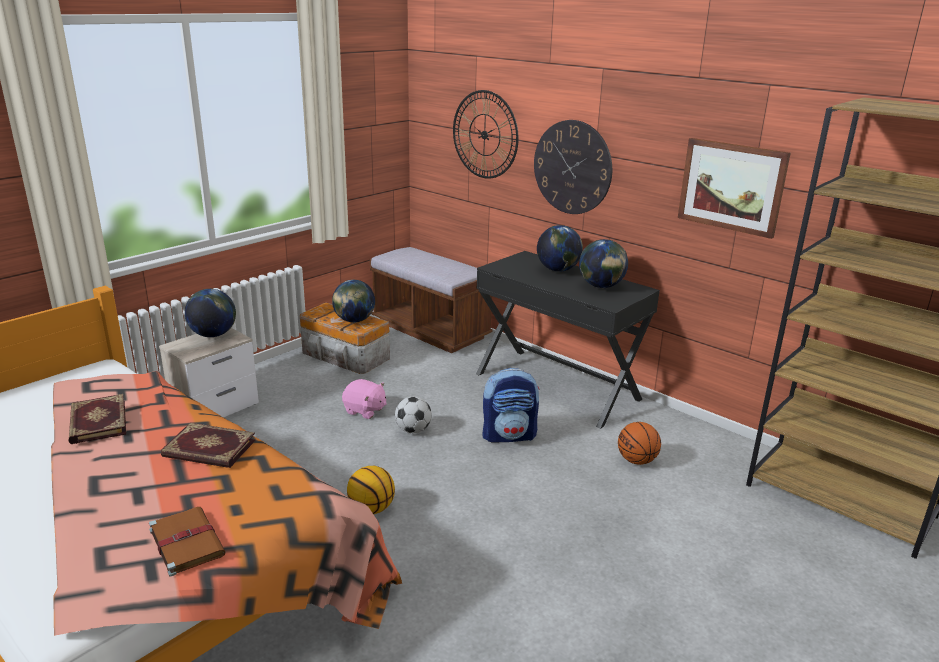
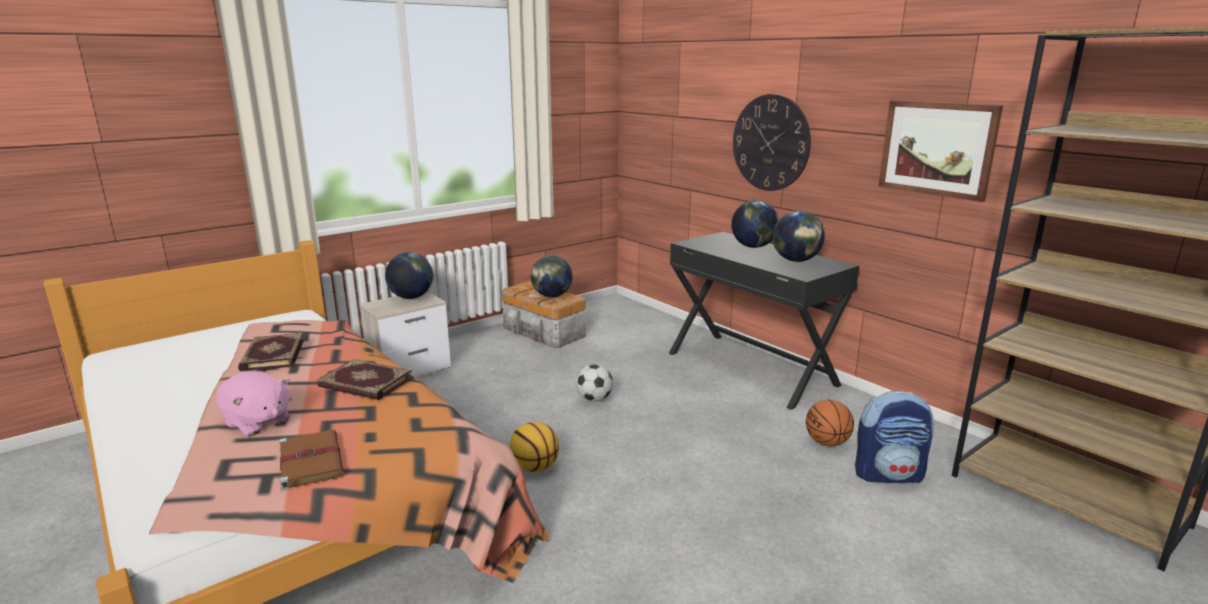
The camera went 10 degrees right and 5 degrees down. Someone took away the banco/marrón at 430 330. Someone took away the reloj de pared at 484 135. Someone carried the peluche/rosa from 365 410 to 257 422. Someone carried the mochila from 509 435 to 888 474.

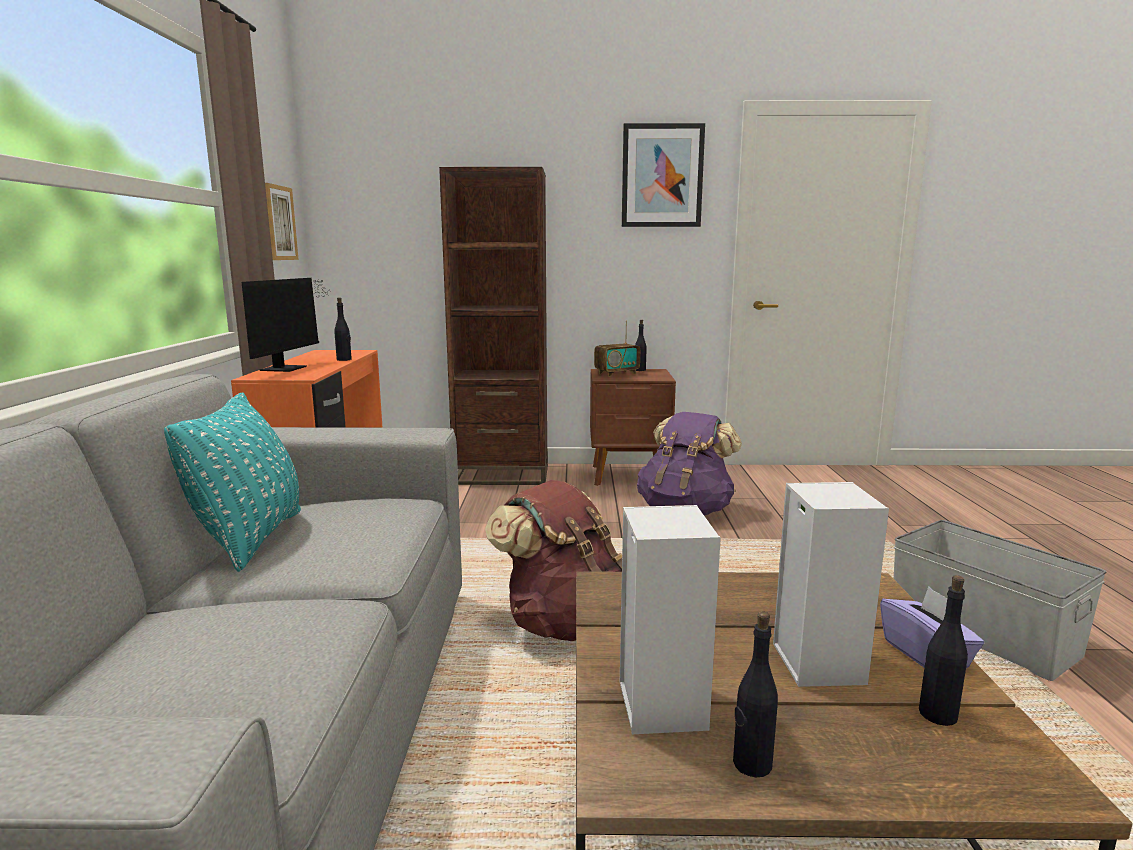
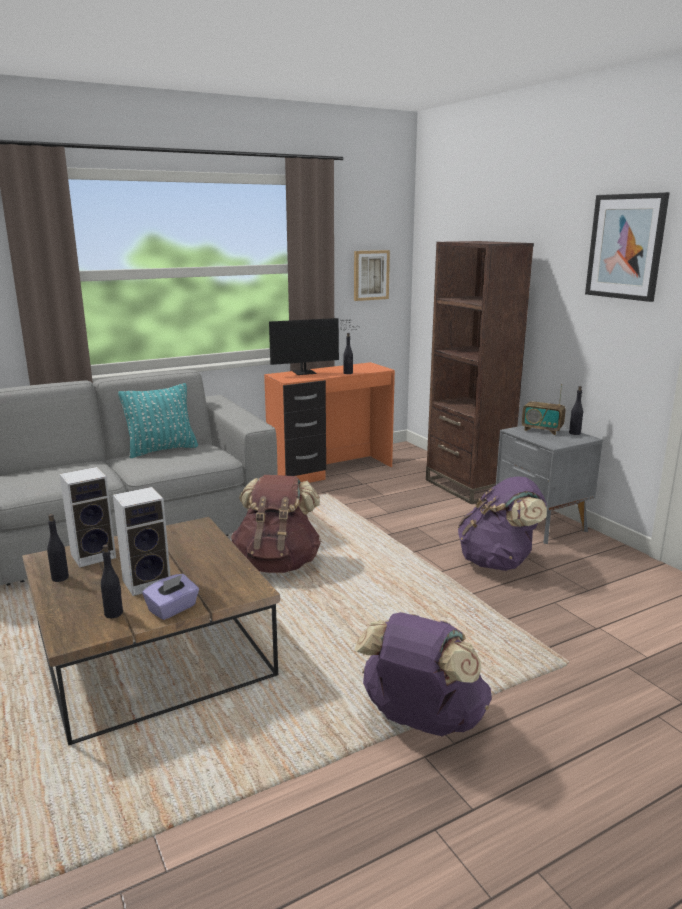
The camera went 60 degrees right and 5 degrees up. Someone swapped the caja de almacenaje/gris at 982 632 for the mochila/morado at 421 721. Someone repainted the mesita de noche/marrón at 630 476, which became the mesita de noche/gris at 542 526.

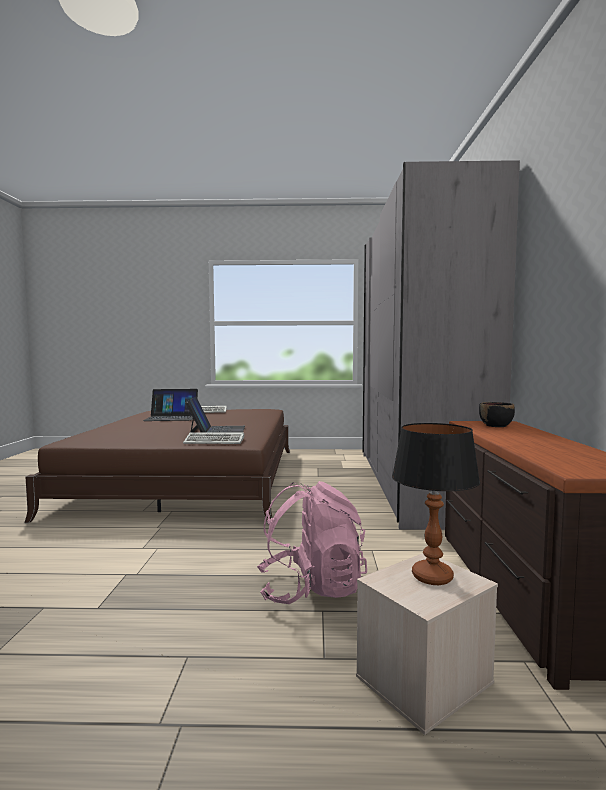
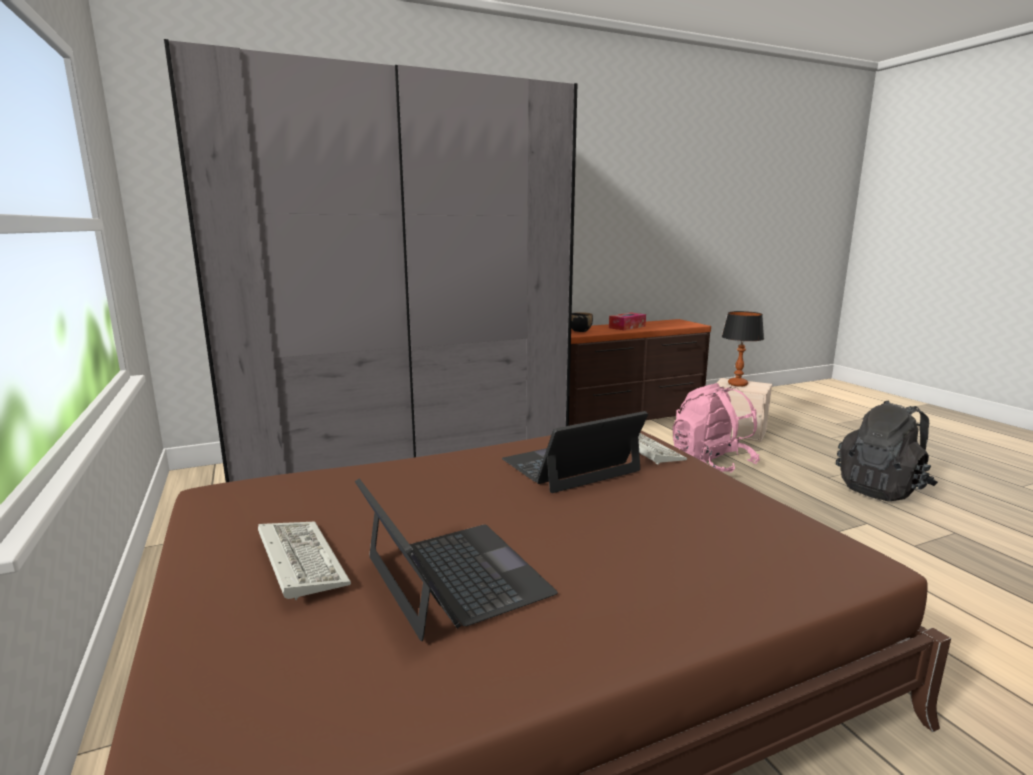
The camera went 115 degrees left and 10 degrees up. Someone put down the caja de pañuelos at 627 327. Someone put down the mochila/negro at 882 489.

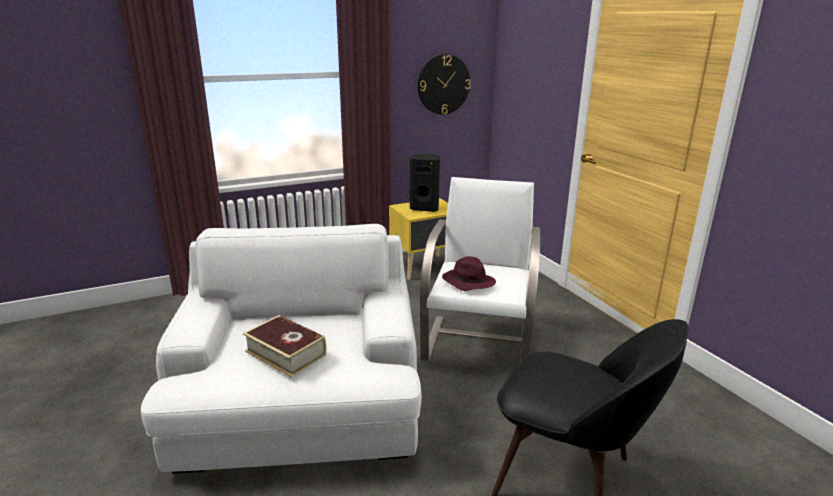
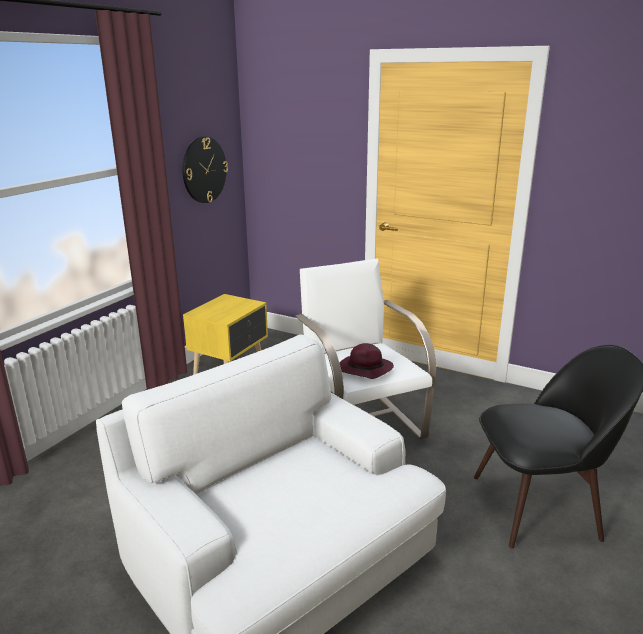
The camera went 35 degrees left and 0 degrees up. Someone took away the libro at 285 353. Someone took away the altavoz/negro at 425 208.

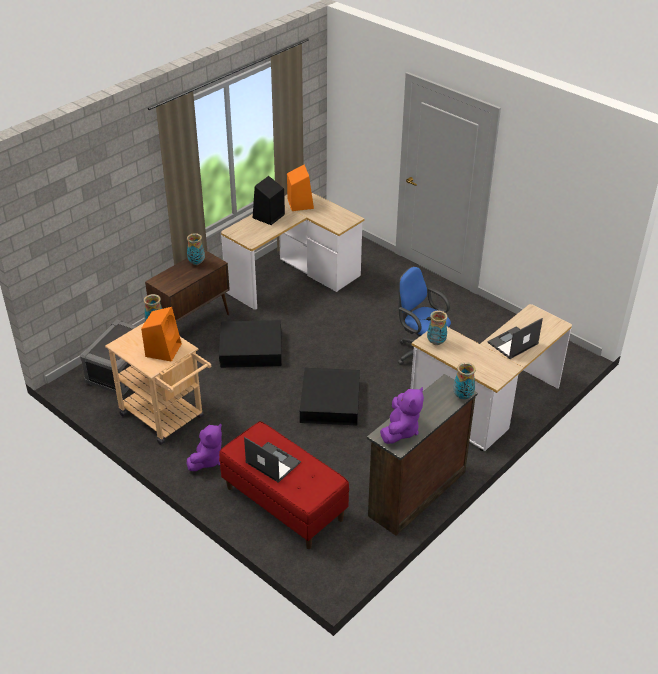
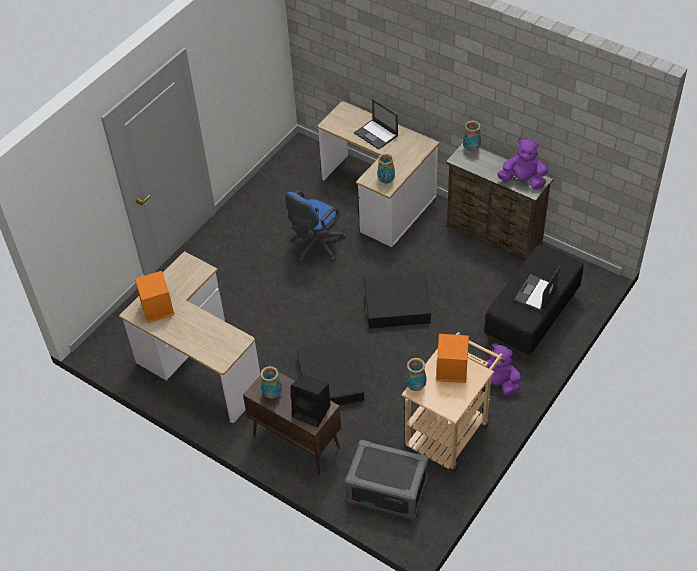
The camera went 95 degrees left and 10 degrees up. Someone carried the altavoz/negro from 268 217 to 312 411. Someone repainted the banco/rojo at 283 504, which became the banco/negro at 531 319.

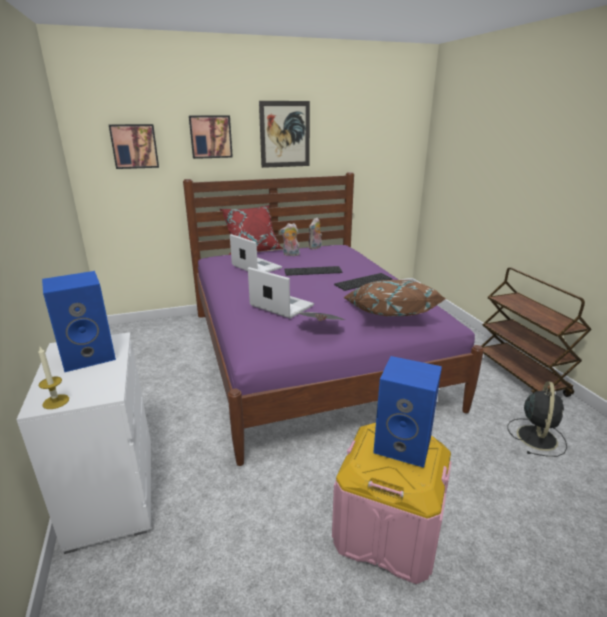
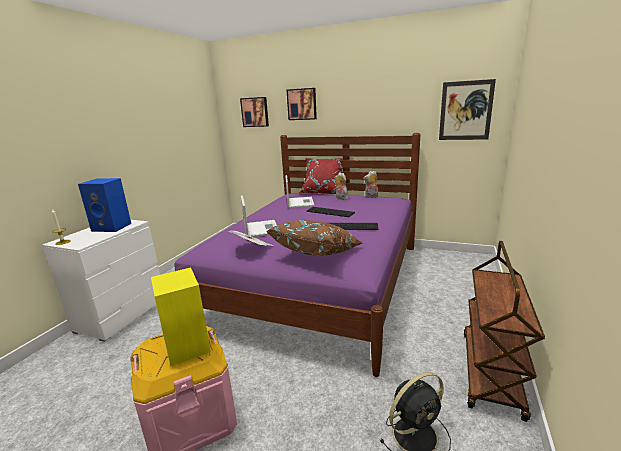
The camera went 40 degrees right and 5 degrees down. Someone carried the cuadro from 285 134 to 465 111. Someone repainted the altavoz/azul at 404 445, which became the altavoz/amarillo at 188 346.

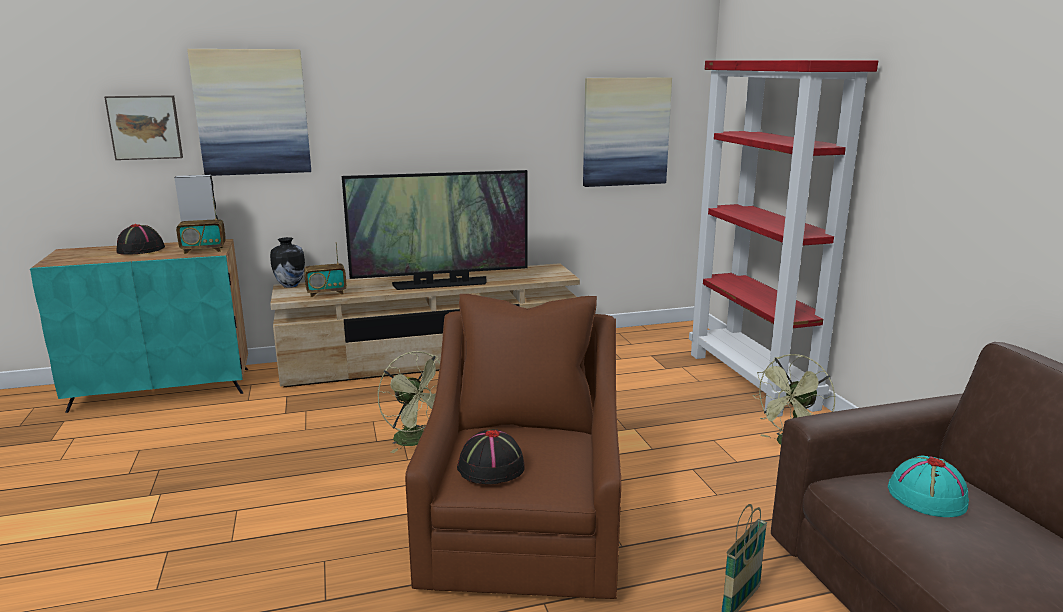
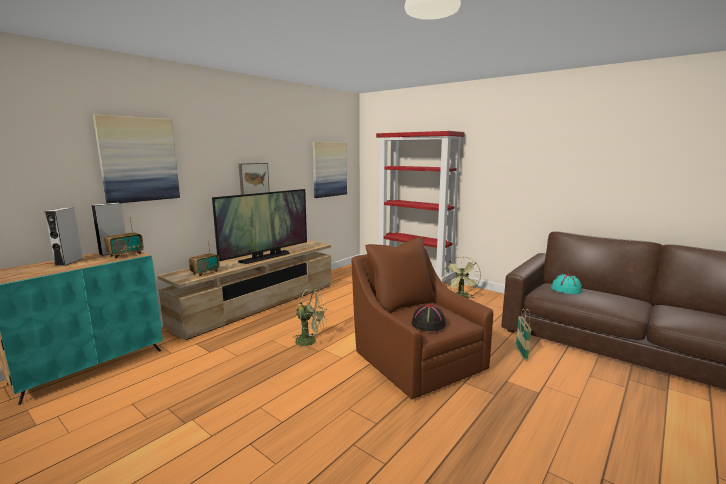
The camera went 35 degrees left and 5 degrees down. Someone took away the florero at 290 285. Someone carried the cuadro from 145 127 to 253 179. Someone swapped the sombrero/negro at 141 249 for the altavoz/gris at 69 262.

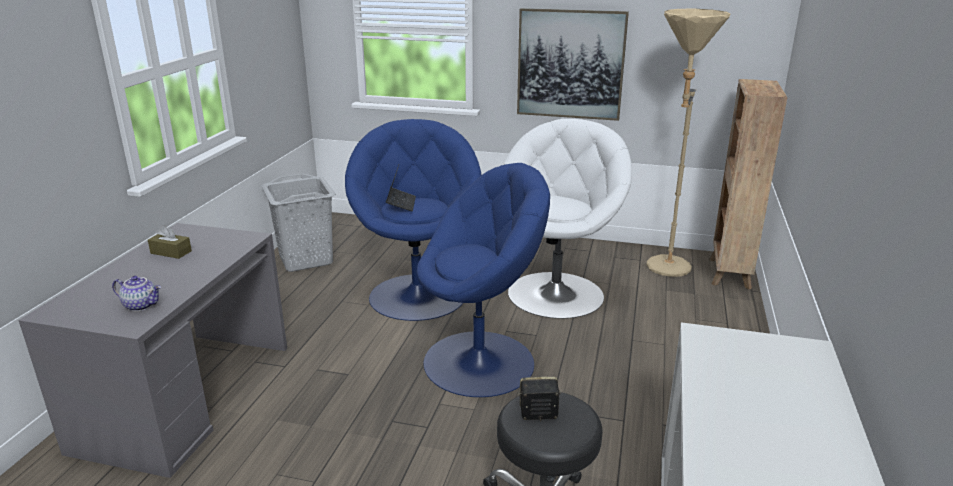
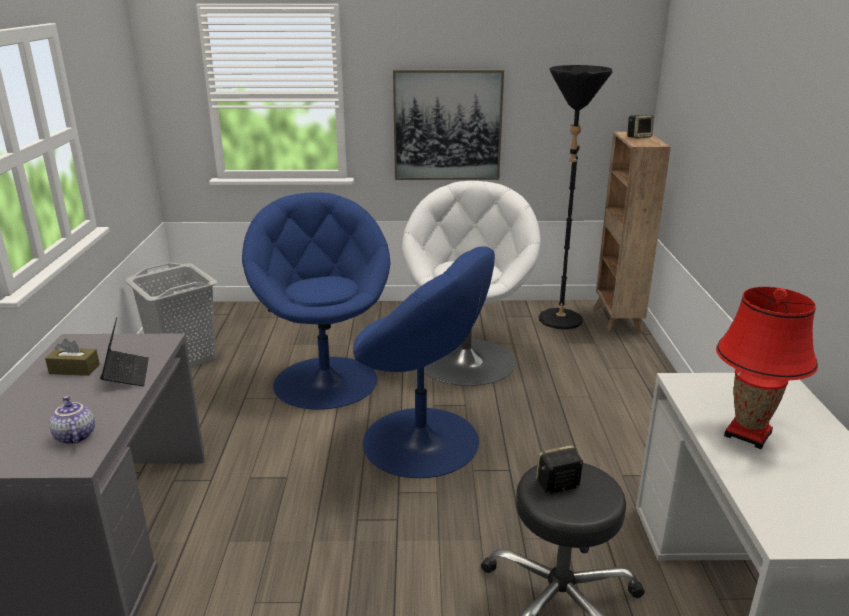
The camera went 15 degrees left and 0 degrees up. Someone put down the altavoz at 639 137. Someone put down the lámpara de mesa/rojo at 748 434. Someone carried the portátil from 401 203 to 126 374. Someone repainted the lámpara de pie/beis at 665 271, which became the lámpara de pie/negro at 558 324. Someone rotated the tetera at 141 305 by 120 degrees counterclockwise. Someone rotated the sillón/azul at 481 362 by 60 degrees clockwise.

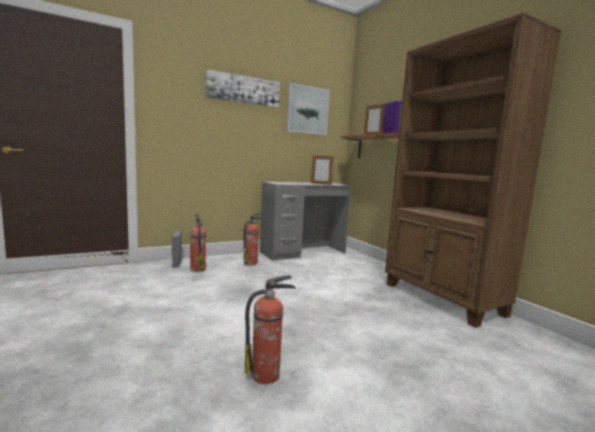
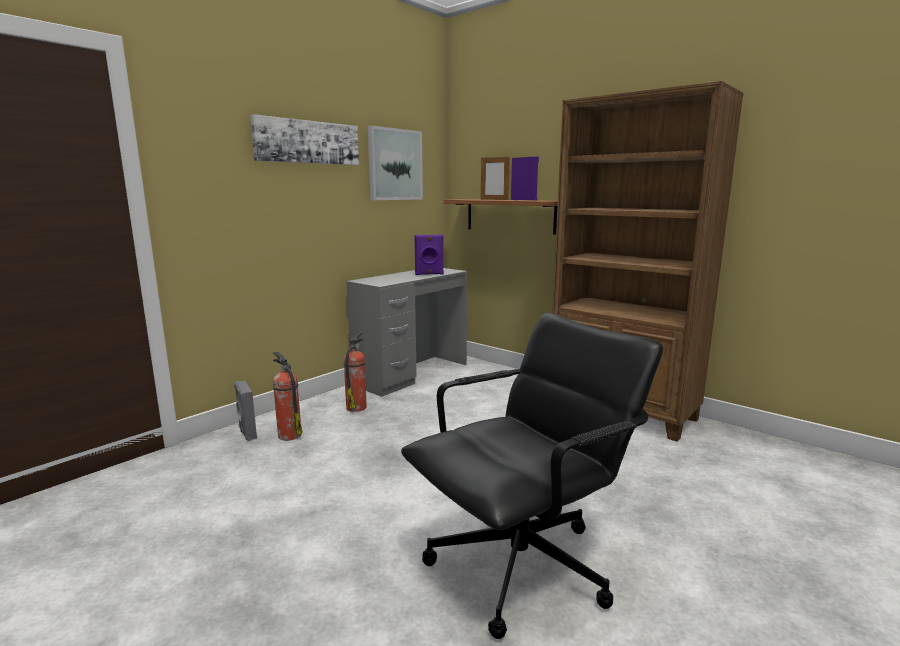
The camera went 20 degrees left and 5 degrees up. Someone swapped the extintor at 267 375 for the silla de oficina/negro at 522 566. Someone swapped the portarretratos at 321 184 for the altavoz/morado at 429 274.

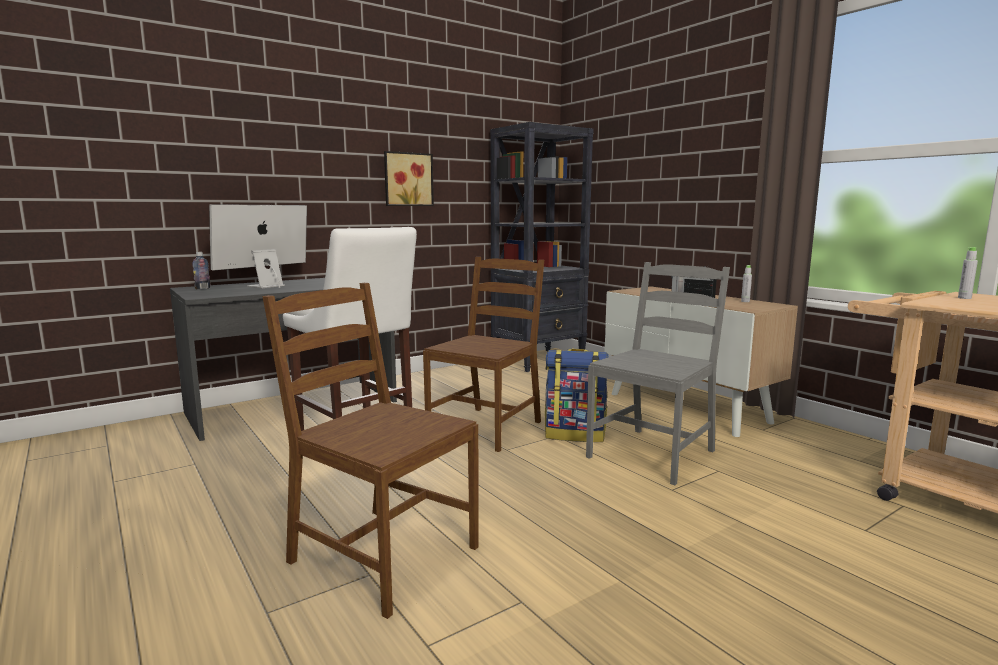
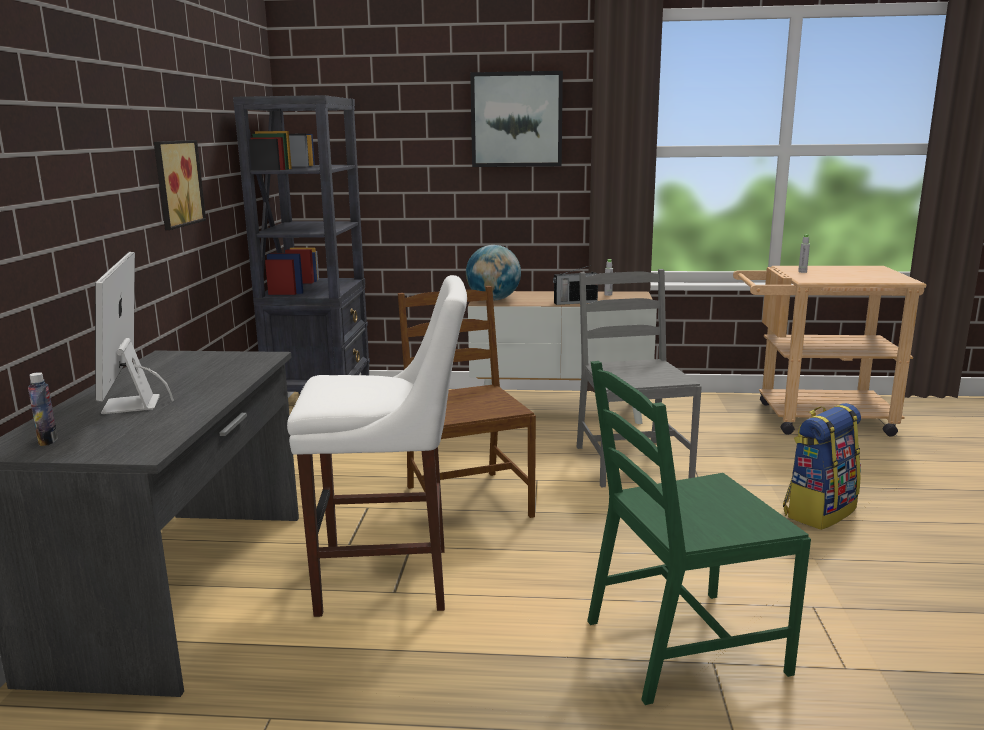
The camera went 50 degrees left and 5 degrees up. Someone put down the globo terráqueo at 493 299. Someone put up the cuadro at 516 119. Someone carried the mochila from 575 434 to 818 511. Someone repainted the silla/marrón at 381 555, which became the silla/verde at 683 646.

